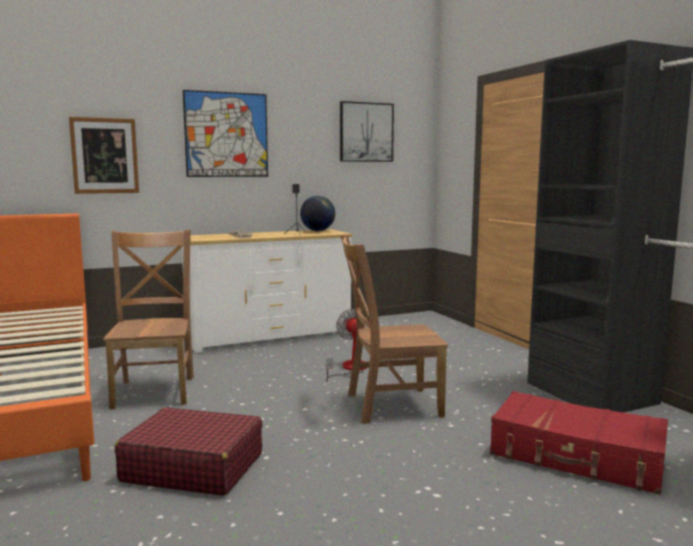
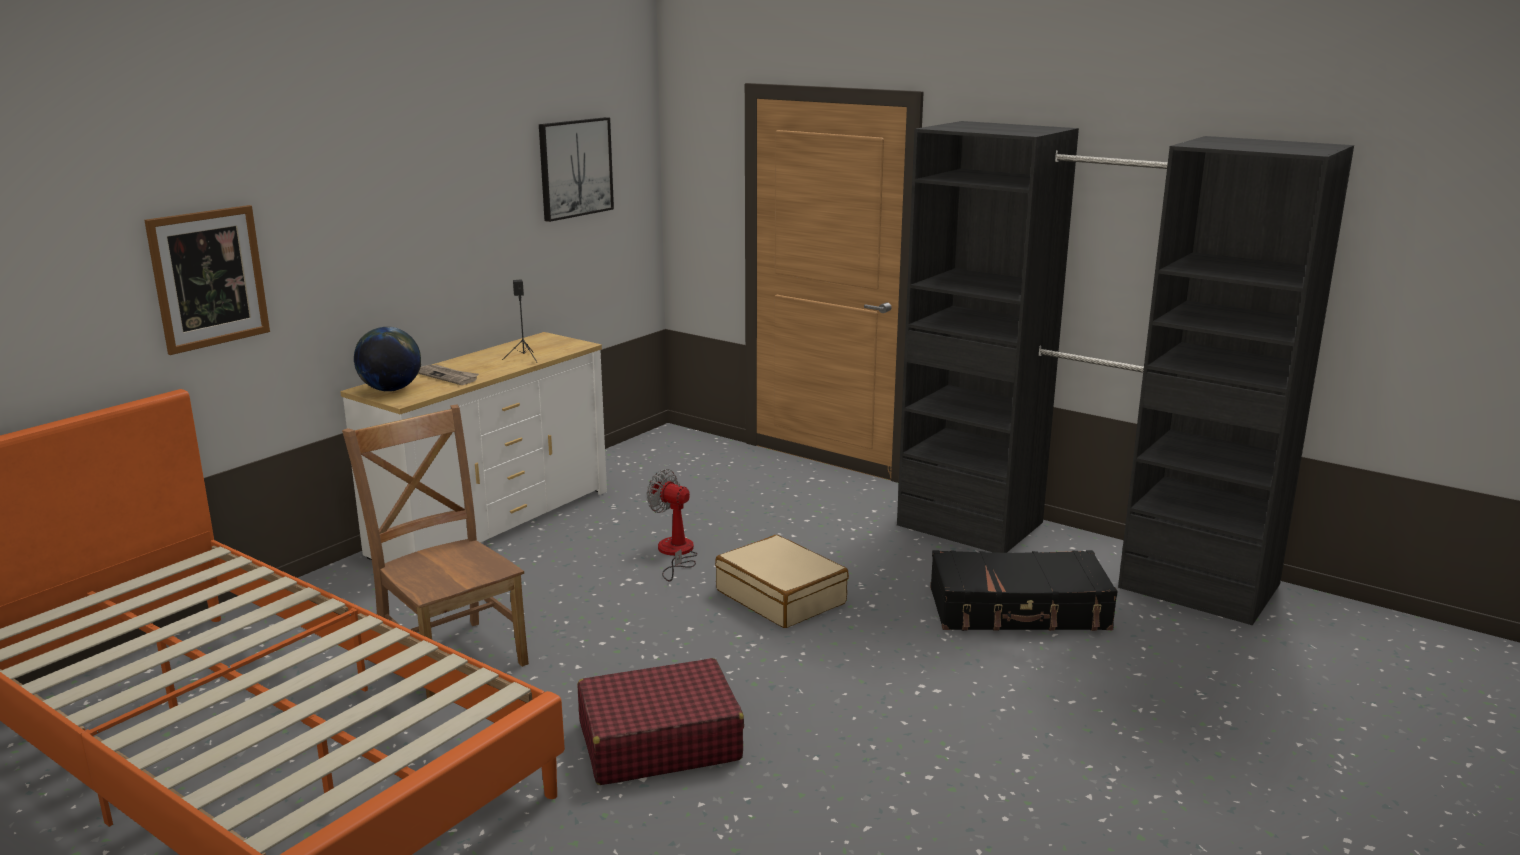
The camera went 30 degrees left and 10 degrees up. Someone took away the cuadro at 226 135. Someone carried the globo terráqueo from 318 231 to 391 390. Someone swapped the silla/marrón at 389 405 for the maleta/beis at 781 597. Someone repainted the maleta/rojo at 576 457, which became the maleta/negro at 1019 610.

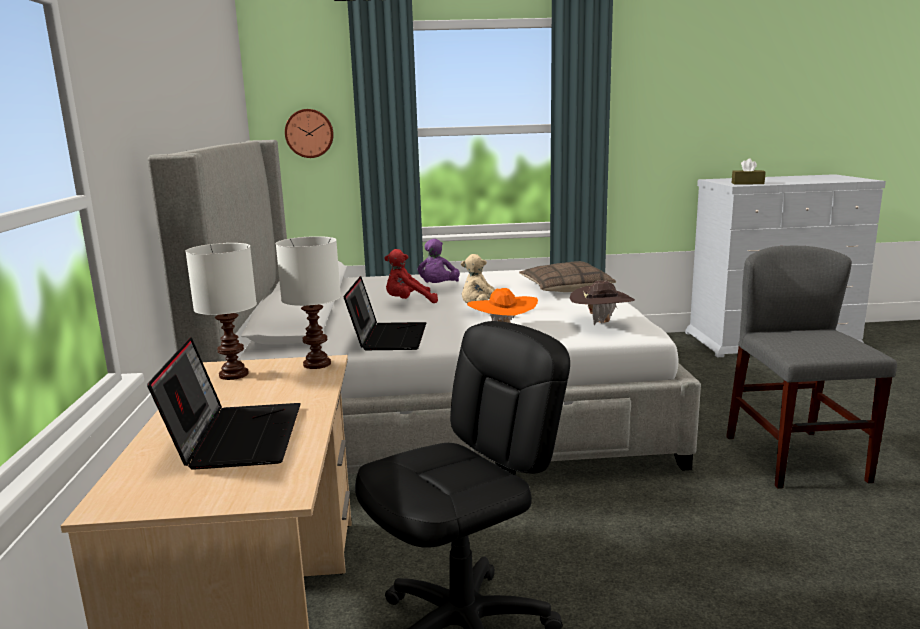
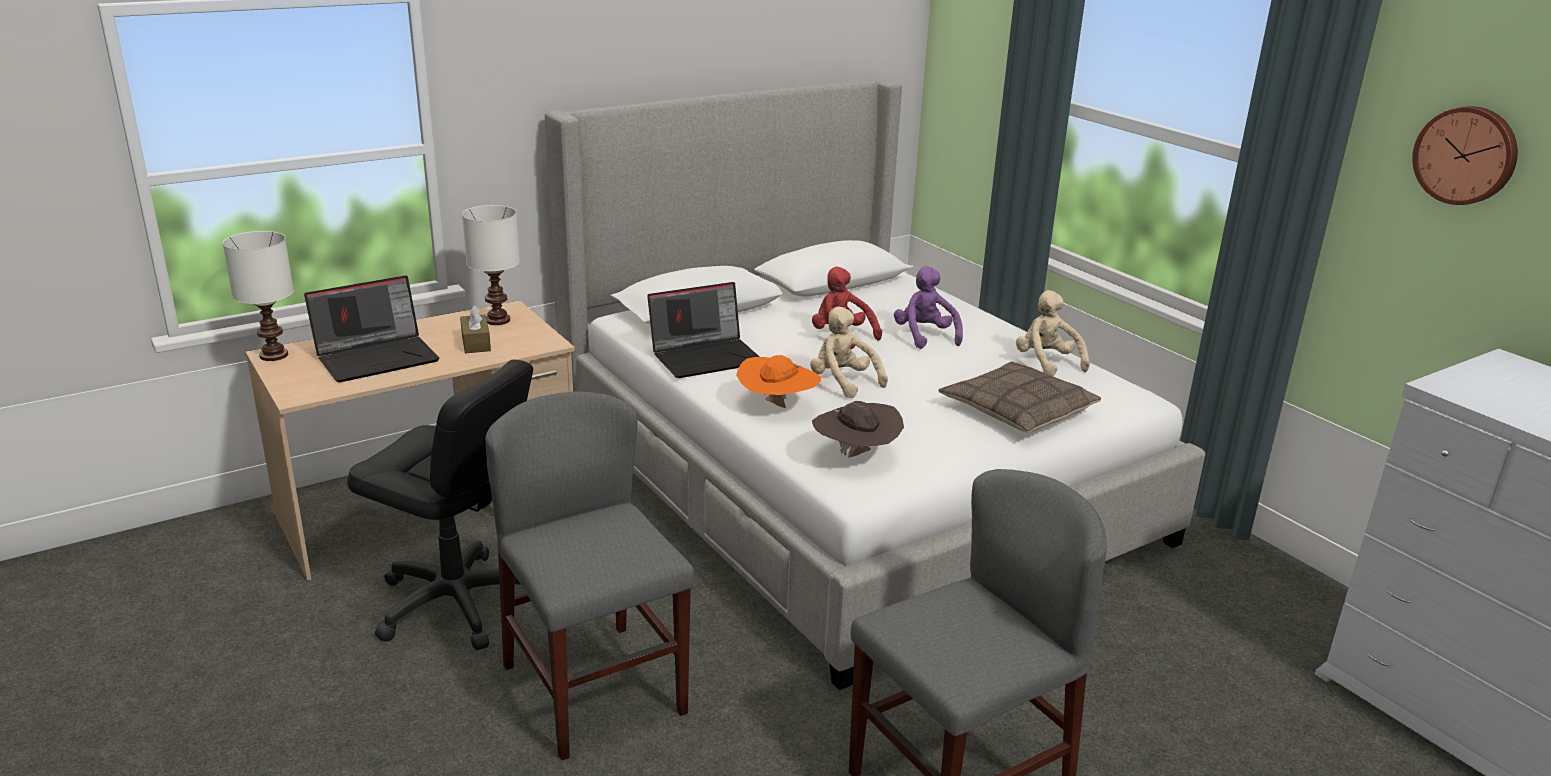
The camera went 60 degrees right and 10 degrees up. Someone put down the silla/gris at 594 689. Someone put down the peluche/beis at 1046 363. Someone carried the lámpara de mesa/blanco from 316 364 to 273 355. Someone carried the reloj de pared from 309 133 to 1466 155. Someone carried the caja de pañuelos/marrón from 747 183 to 476 343. Someone rotated the peluche/morado at 438 287 by 90 degrees clockwise.

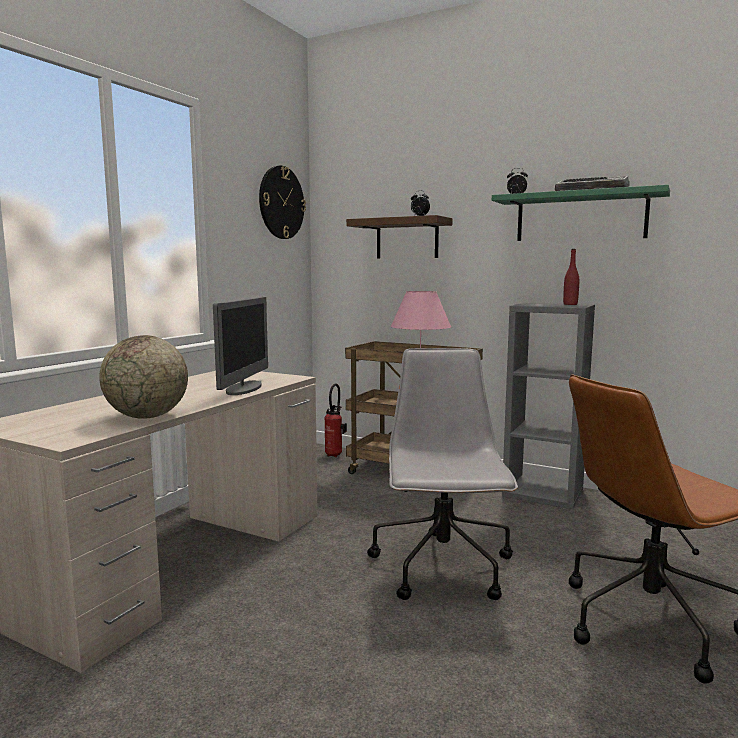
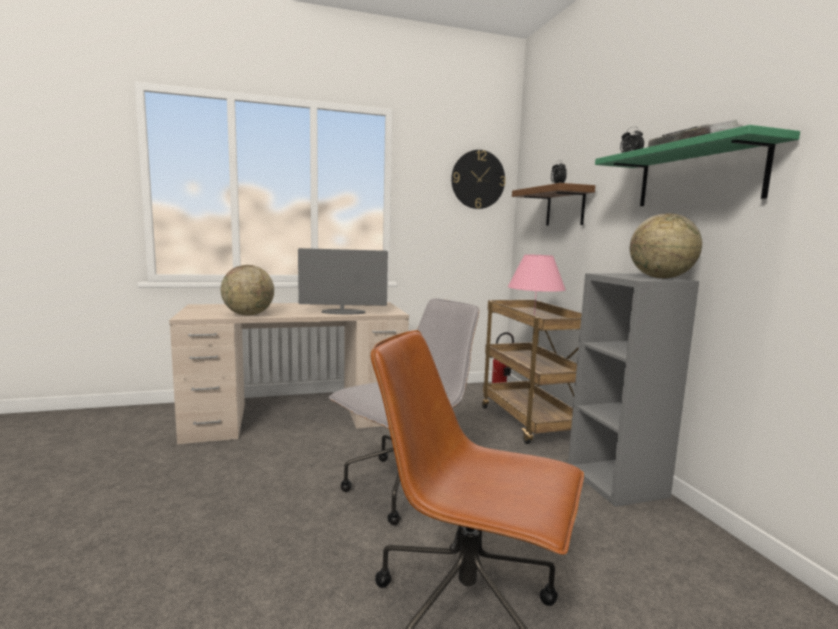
The camera went 45 degrees right and 0 degrees up. Someone swapped the botella/rojo at 570 304 for the globo terráqueo at 660 278. Someone rotated the monitor at 244 388 by 150 degrees counterclockwise.

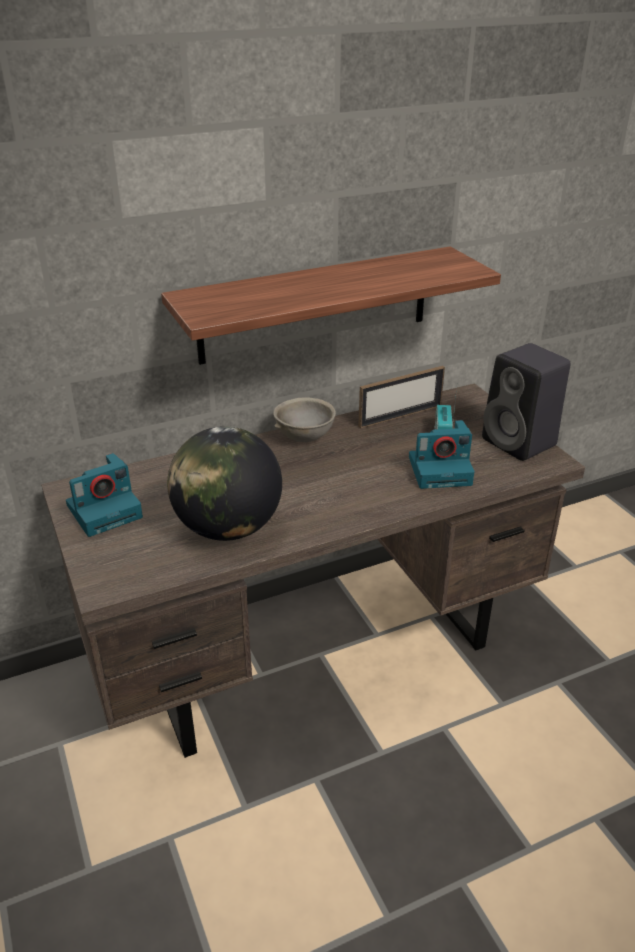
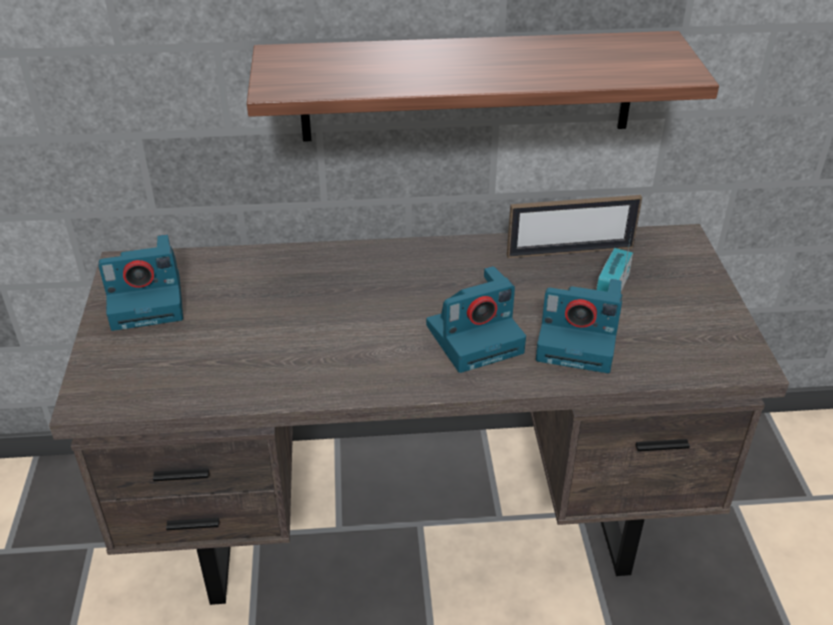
The camera went 20 degrees right and 5 degrees up. Someone took away the globo terráqueo at 228 528. Someone took away the cuenco/gris at 303 437. Someone took away the altavoz/negro at 521 443. Someone put down the cámara at 476 337.

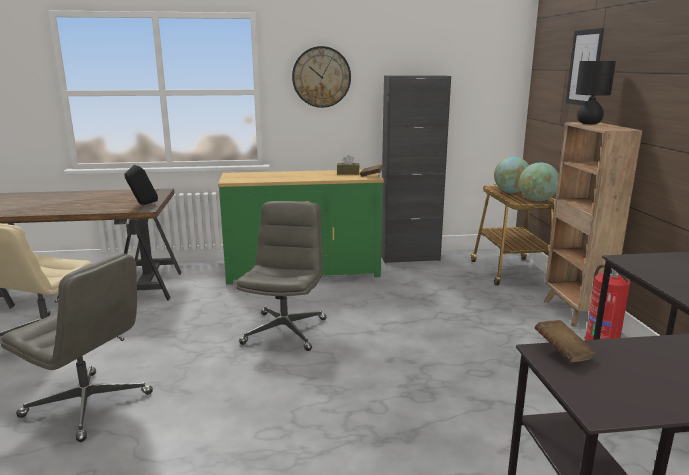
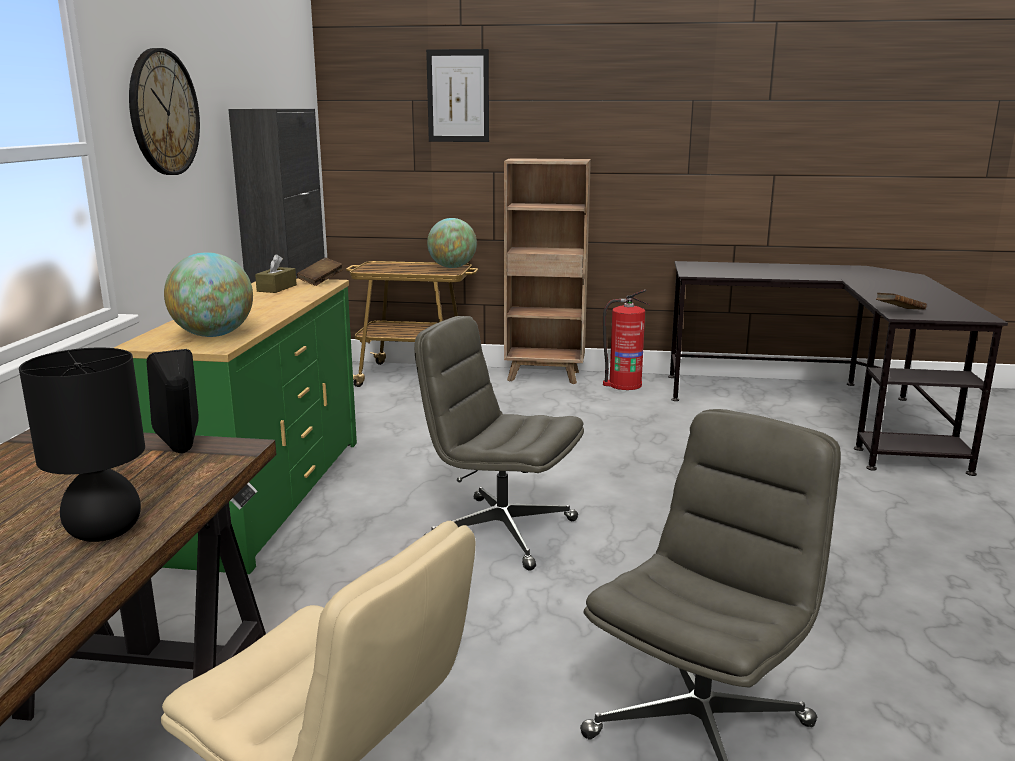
The camera went 75 degrees left and 0 degrees up. Someone carried the globo terráqueo from 510 192 to 213 335. Someone carried the lámpara de mesa/negro from 588 123 to 104 533.

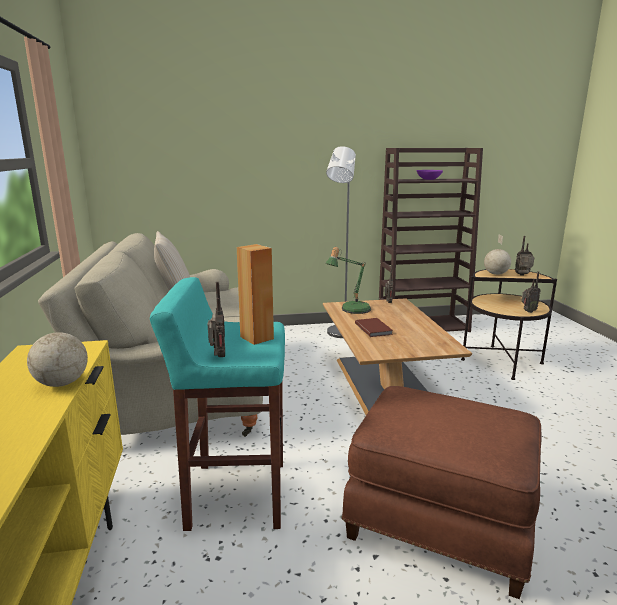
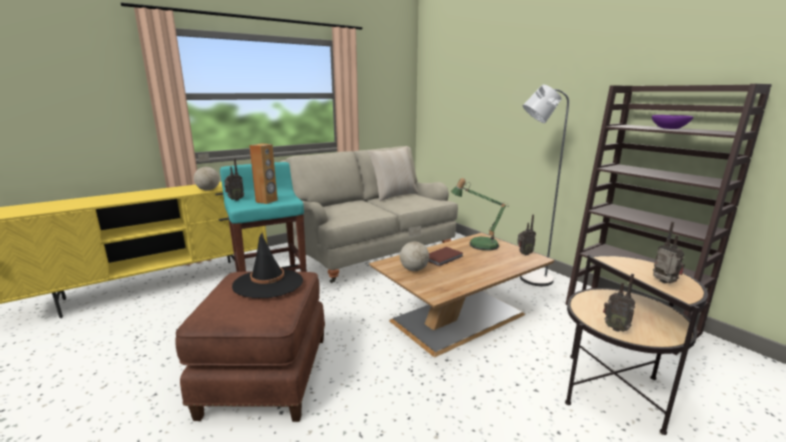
The camera went 65 degrees right and 0 degrees up. Someone put down the sombrero/negro at 268 283. Someone carried the globo terráqueo from 495 274 to 413 269.

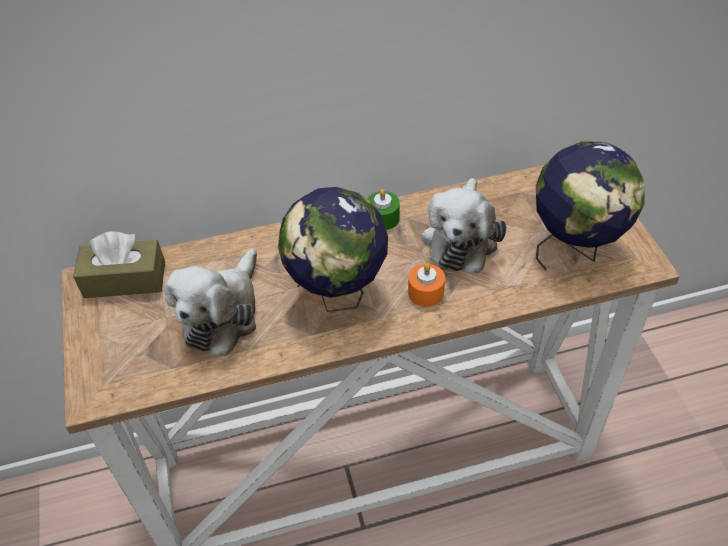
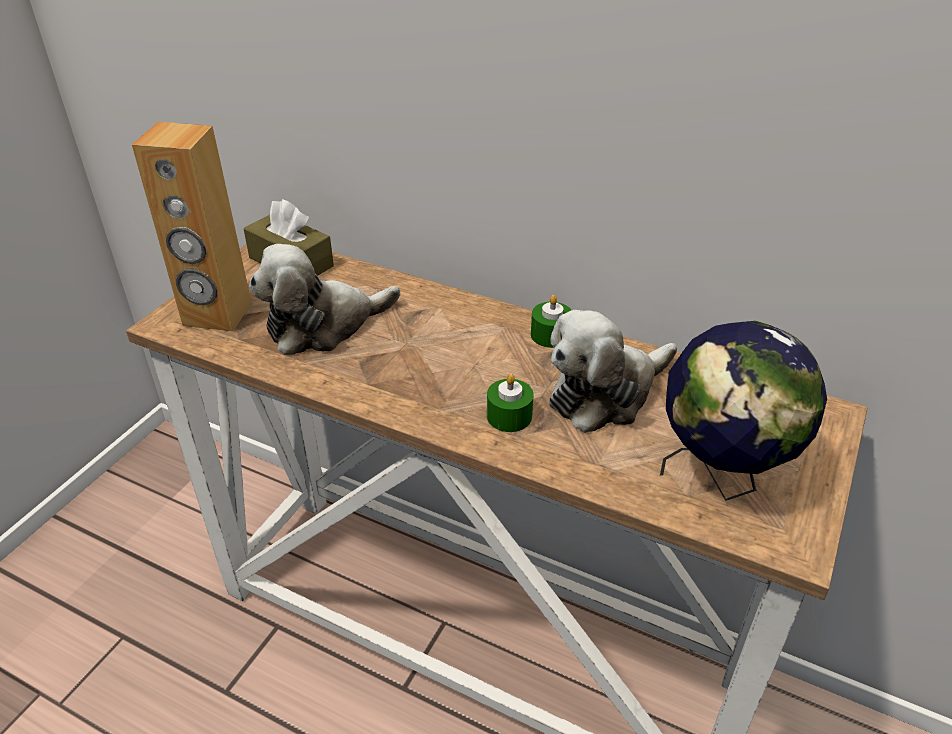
The camera went 40 degrees right and 10 degrees down. Someone took away the globo terráqueo at 338 295. Someone put down the altavoz/marrón at 217 315. Someone repainted the vela/naranja at 426 292, which became the vela/verde at 509 416.

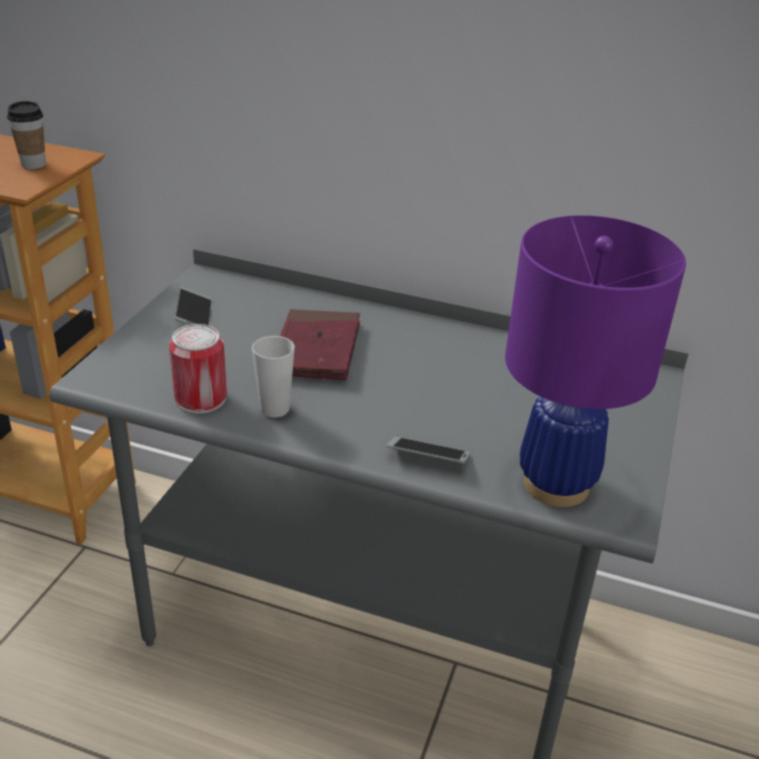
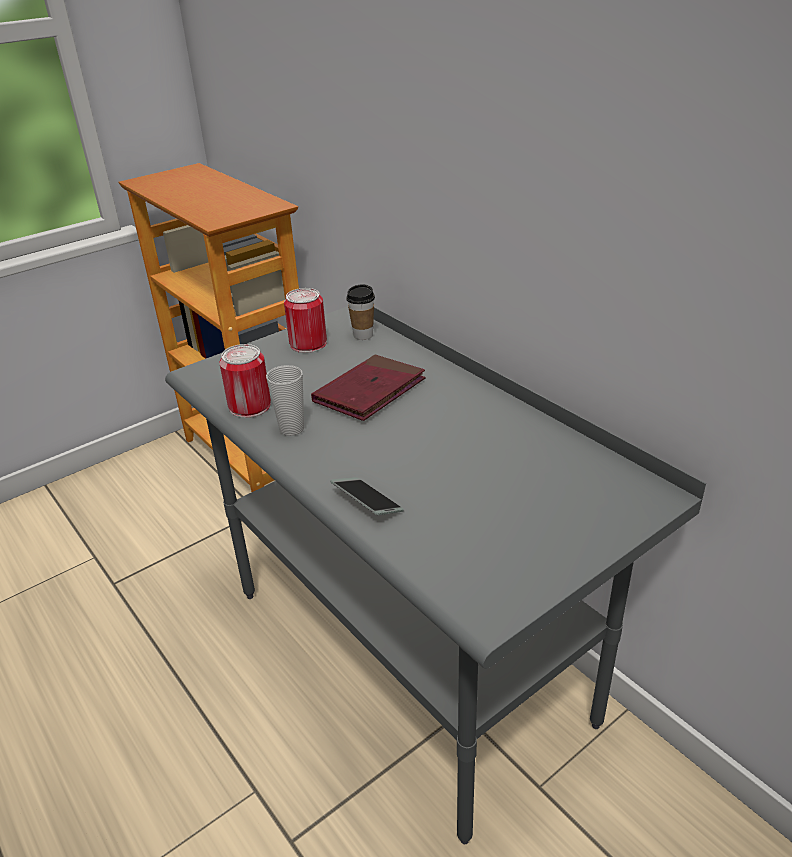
The camera went 35 degrees right and 0 degrees up. Someone took away the lámpara de mesa/morado at 556 484. Someone carried the taza from 33 164 to 363 335. Someone swapped the móvil at 194 315 for the lata at 308 344.

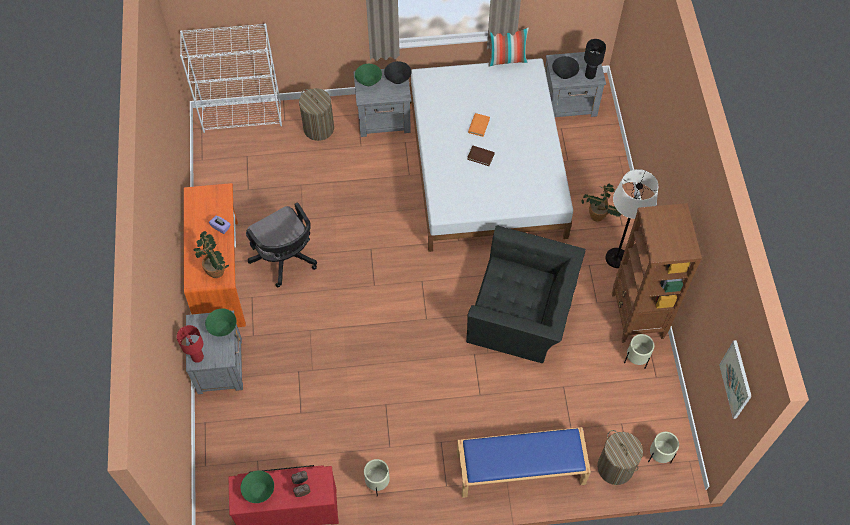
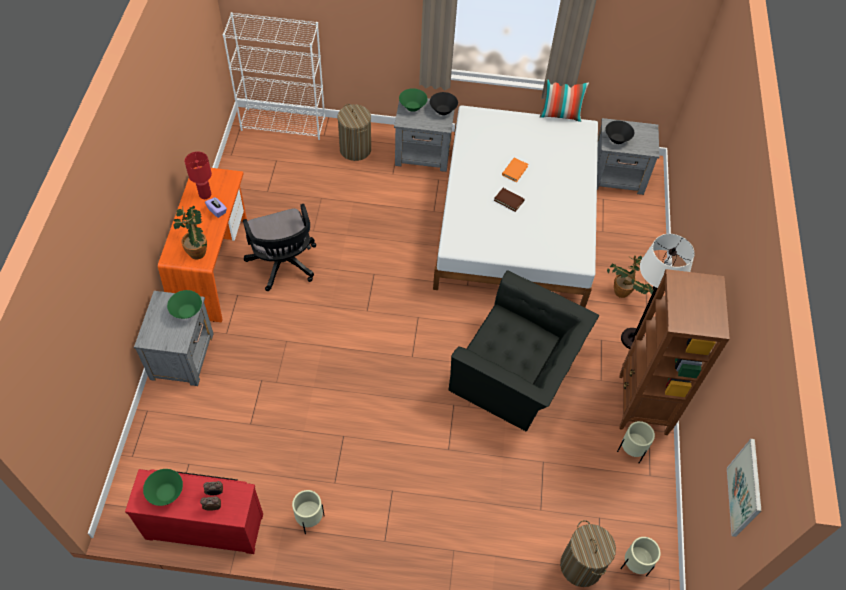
The camera went 10 degrees right and 5 degrees down. Someone took away the banco/azul at 519 469. Someone took away the lámpara de mesa/negro at 590 75. Someone carried the lámpara de mesa/rojo from 197 357 to 205 194.

